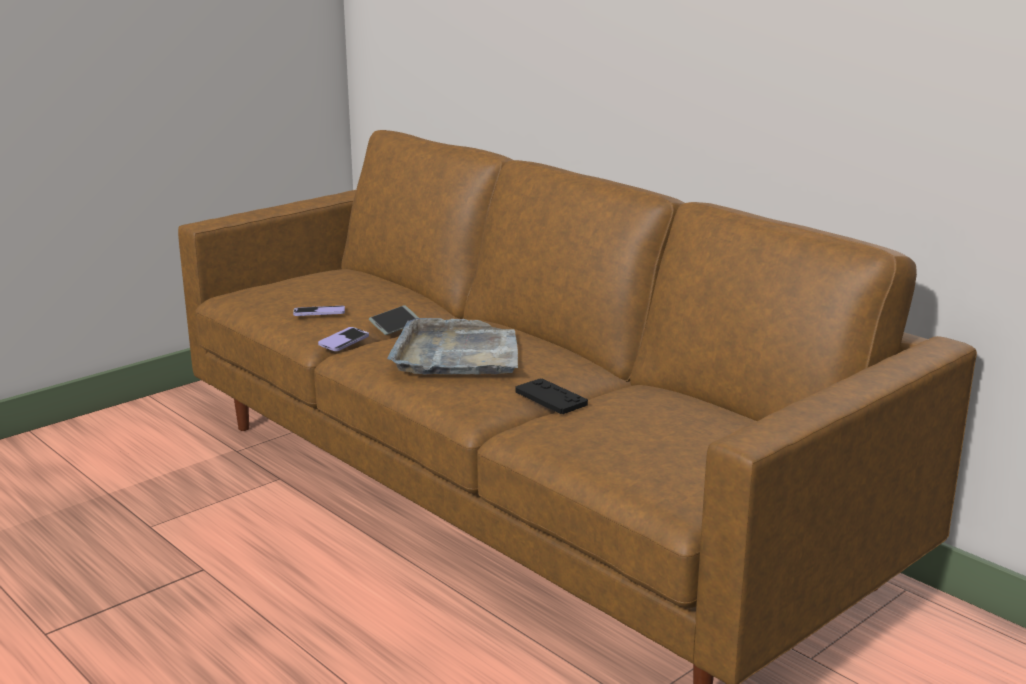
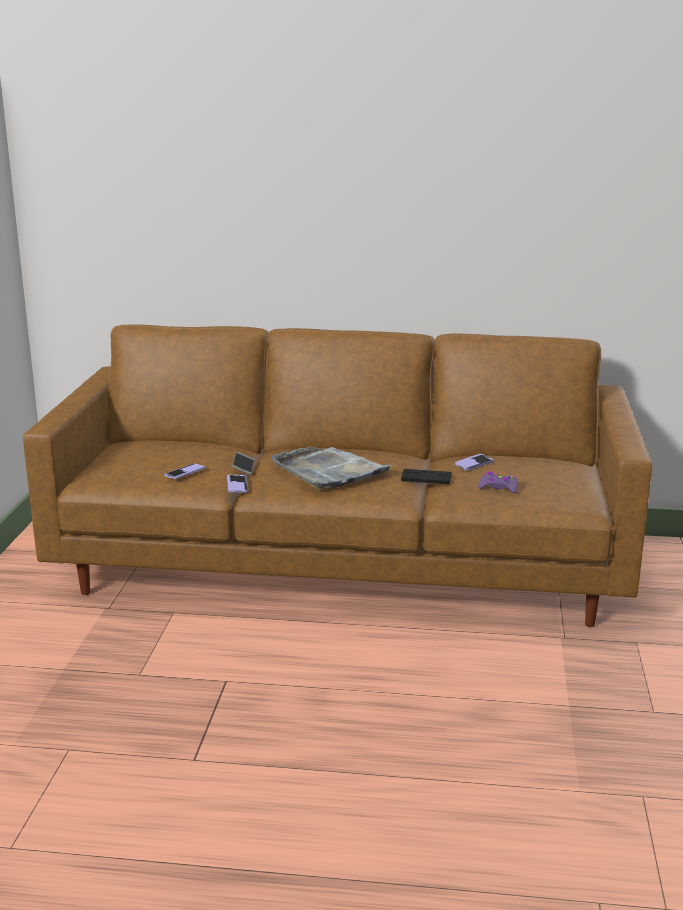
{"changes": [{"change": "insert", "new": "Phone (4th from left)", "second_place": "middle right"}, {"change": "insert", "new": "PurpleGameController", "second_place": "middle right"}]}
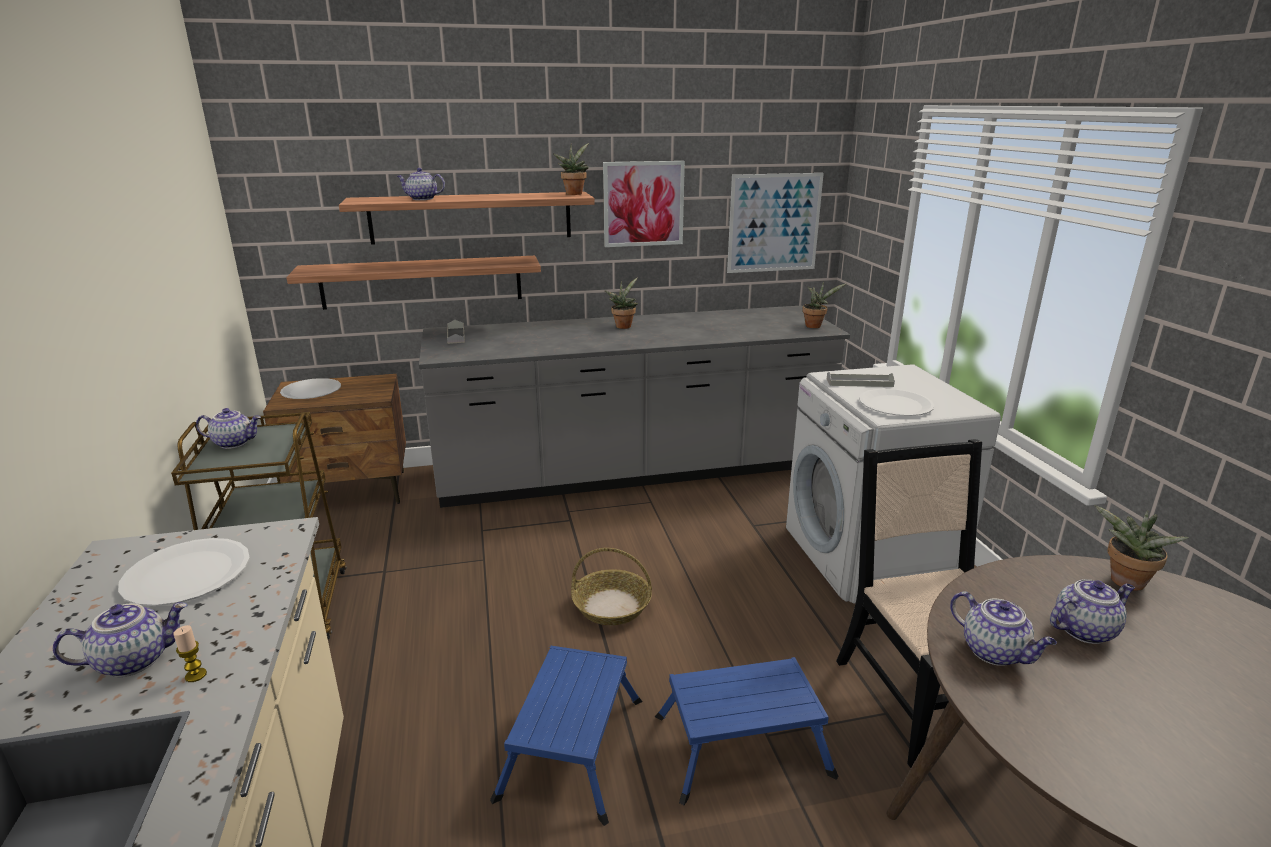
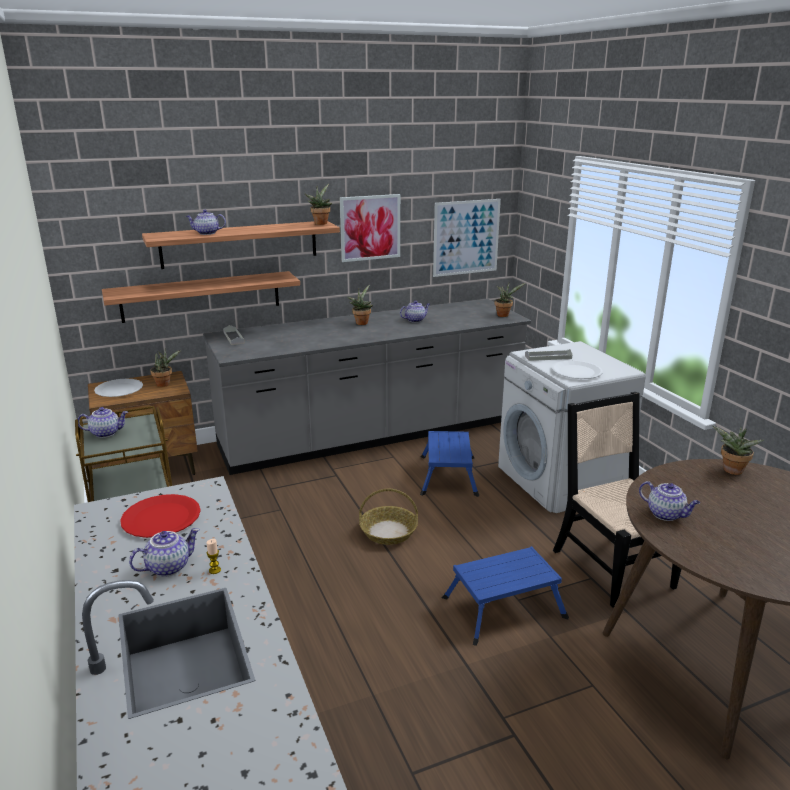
{"changes": [{"change": "insert", "new": "PottedPlant (1st from left)", "second_place": "middle left"}, {"change": "move", "old": "BlueStepLadder (1st from left)", "first_place": "bottom centre", "second_place": "centre"}, {"change": "move", "old": "Teapot (5th from left in the first image)", "new": "Teapot (4th from left)", "first_place": "bottom right", "second_place": "centre"}, {"change": "recolor", "old": "WhitePlate (1st from left)", "new": "RedPlate", "first_place": "bottom left", "second_place": "middle left"}]}
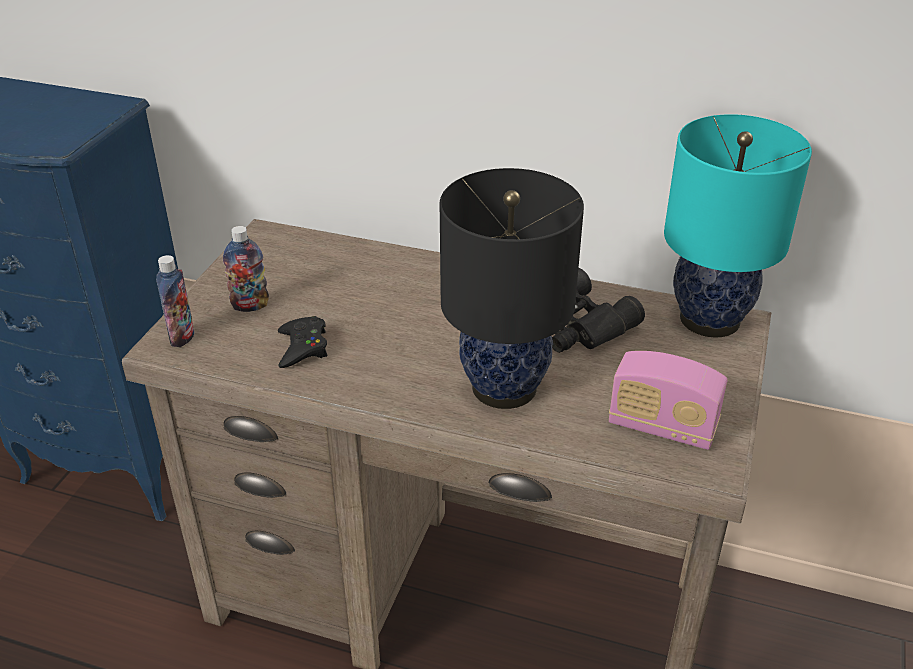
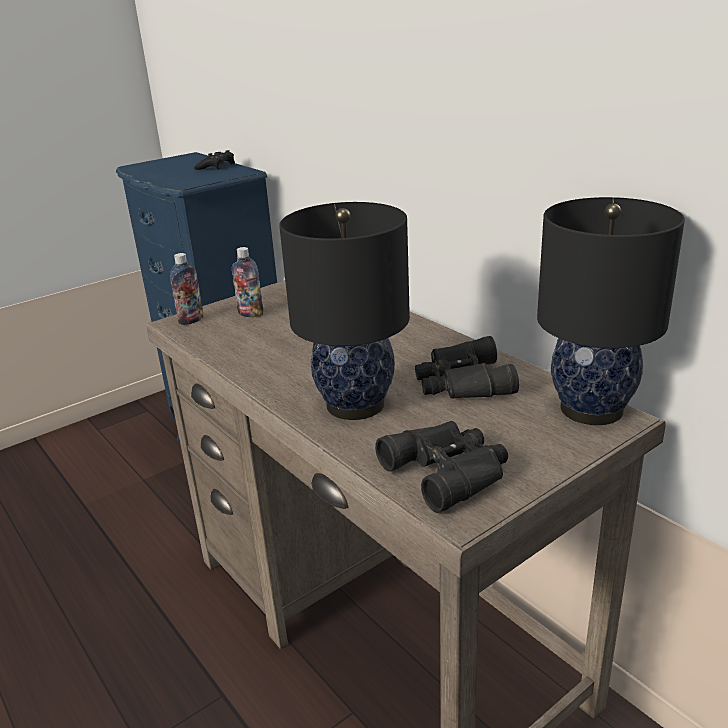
{"changes": [{"change": "move", "old": "BlackGameController", "first_place": "middle left", "second_place": "top left"}, {"change": "replace", "old": "Radio", "new": "BlackBinoculars (1st from left)", "first_place": "middle right", "second_place": "centre"}, {"change": "recolor", "old": "TurquoiseTableLamp", "new": "BlackTableLamp (2nd from left)", "first_place": "middle right", "second_place": "middle right"}]}
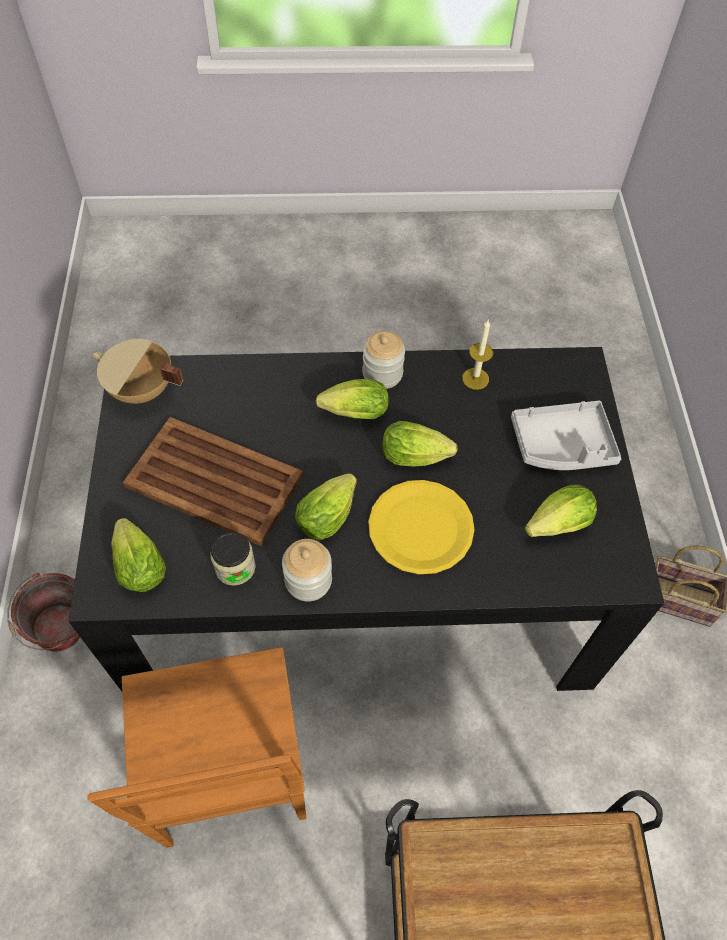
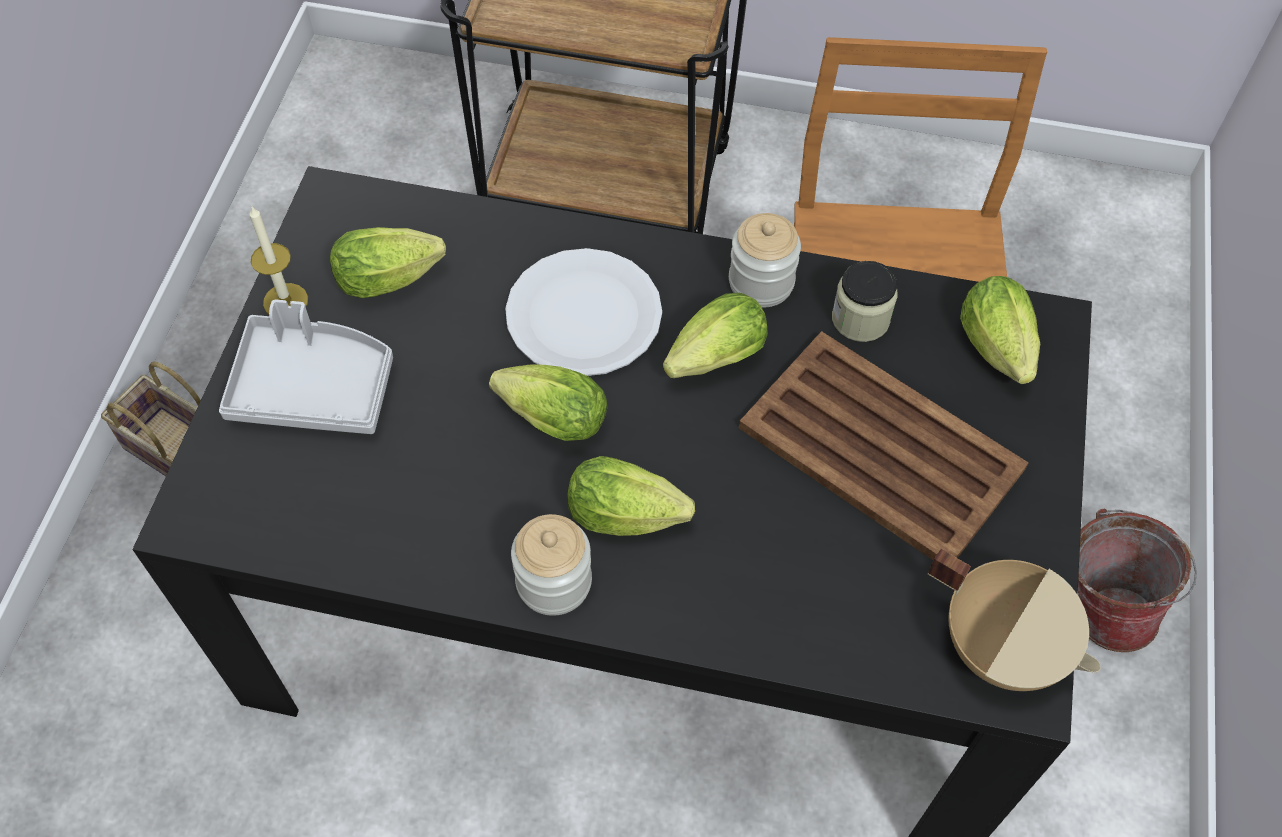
{"changes": [{"change": "move", "old": "Candle", "first_place": "centre", "second_place": "top left"}, {"change": "recolor", "old": "YellowPlate", "new": "WhitePlate", "first_place": "centre", "second_place": "centre"}]}
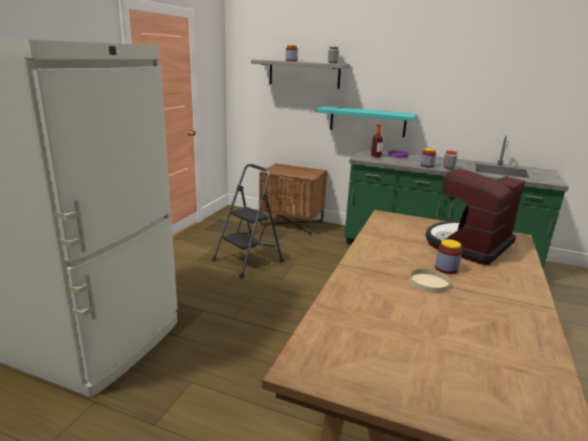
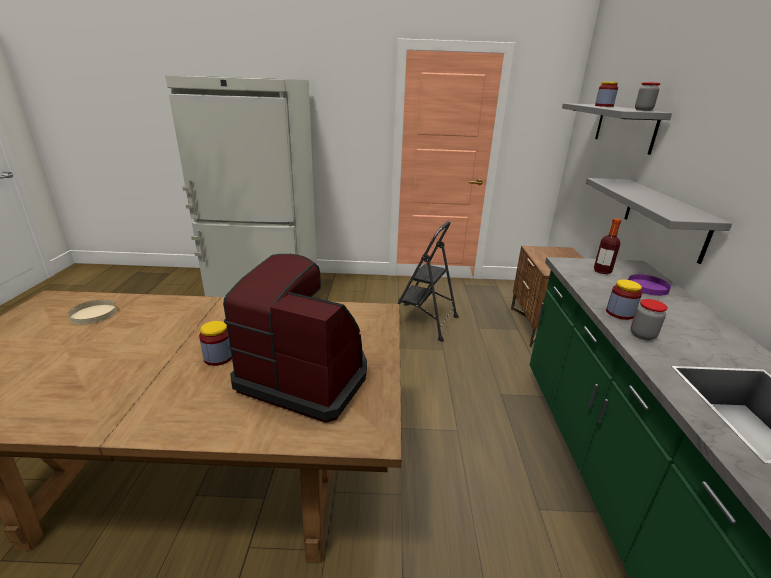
{"changes": [{"change": "move", "old": "BeigePlate", "first_place": "middle right", "second_place": "middle left"}, {"change": "recolor", "old": "TurquoiseShelf", "new": "GreyShelf (2nd from left)", "first_place": "top centre", "second_place": "middle right"}]}
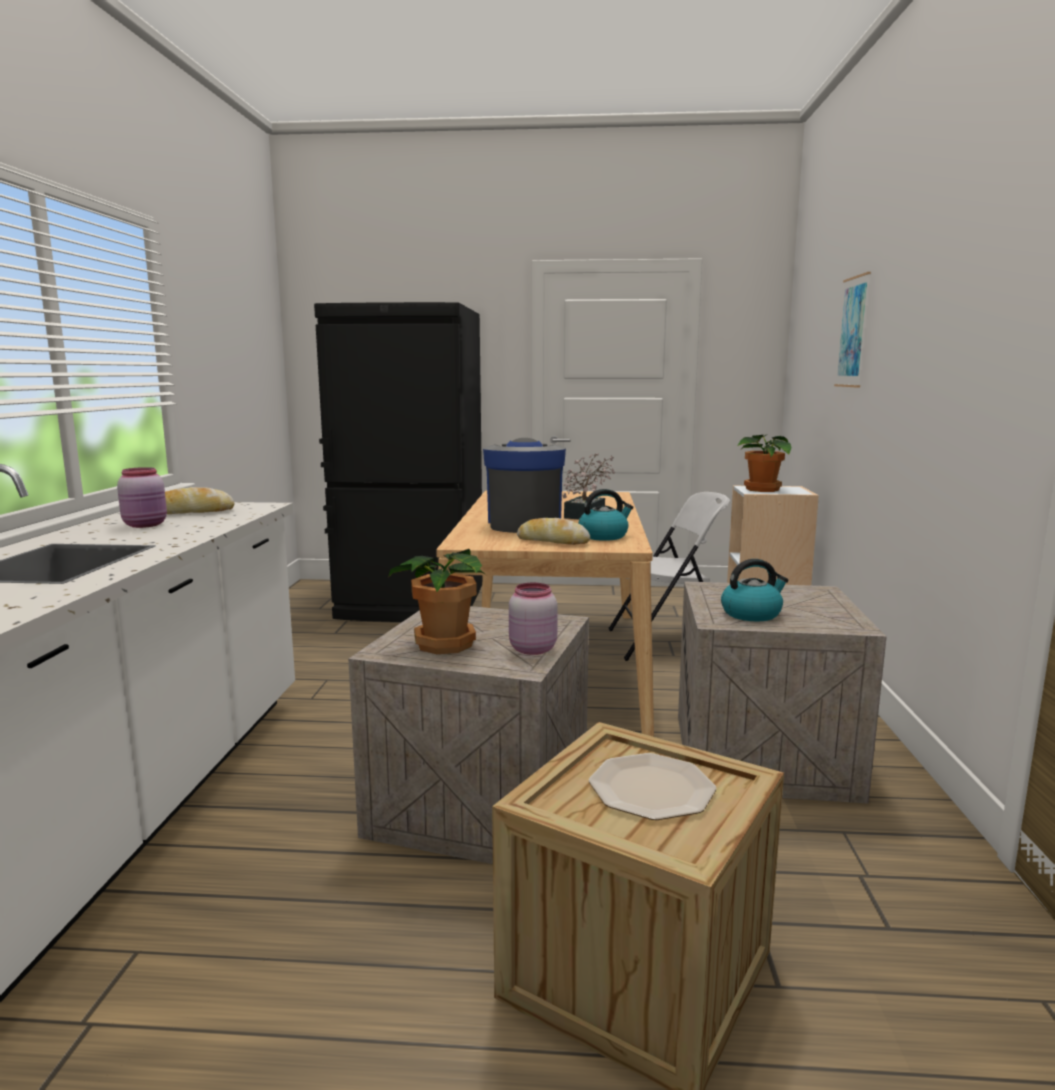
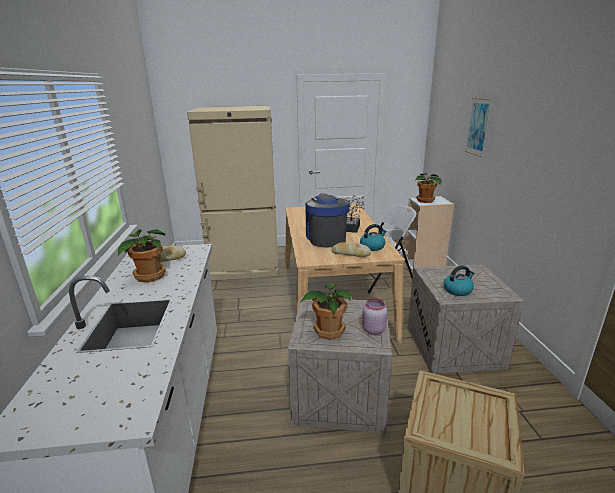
{"changes": [{"change": "delete", "old": "Plate", "first_place": "bottom centre"}, {"change": "replace", "old": "PinkJar (1st from left)", "new": "PottedPlant (1st from left)", "first_place": "middle left", "second_place": "middle left"}, {"change": "recolor", "old": "BlackFridge", "new": "BeigeFridge", "first_place": "centre", "second_place": "centre"}]}
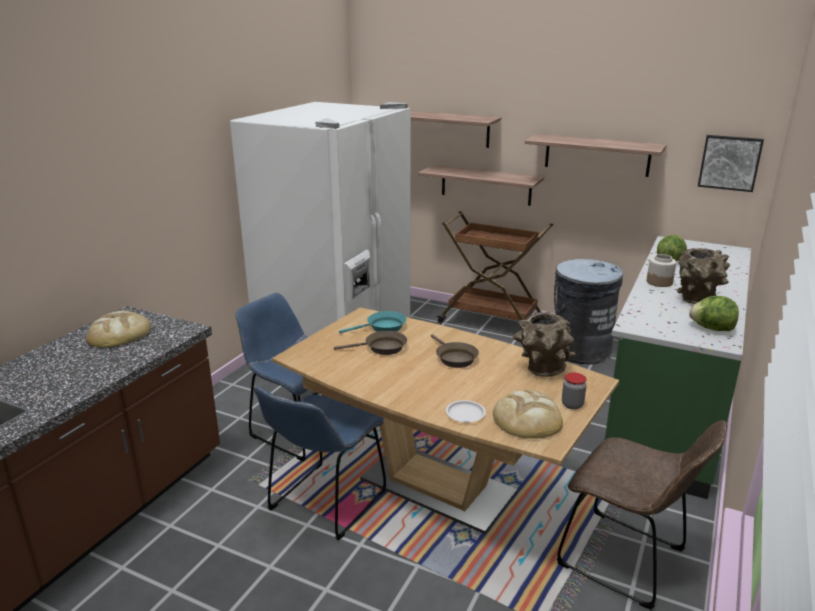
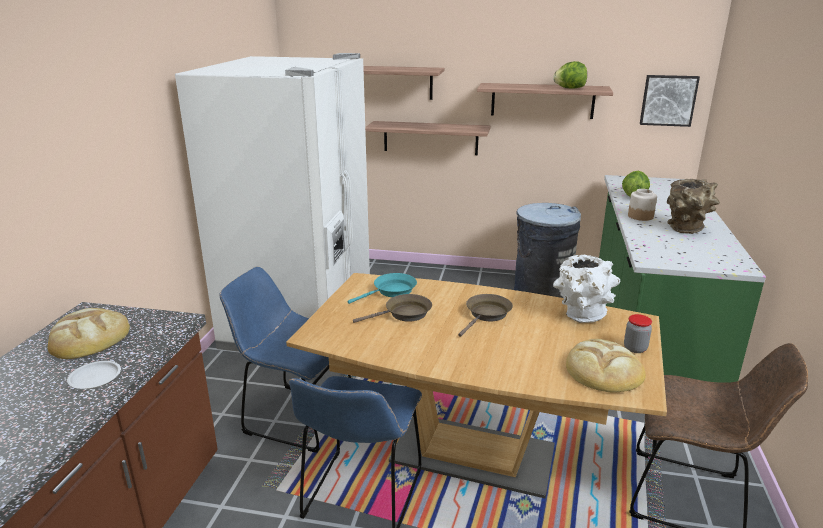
{"changes": [{"change": "delete", "old": "BrownCart", "first_place": "centre"}, {"change": "move", "old": "WhitePlate", "first_place": "bottom centre", "second_place": "bottom left"}, {"change": "move", "old": "Lettuce (2nd from left in the first image)", "new": "Lettuce (1st from left)", "first_place": "middle right", "second_place": "top right"}, {"change": "recolor", "old": "BrownVase (1st from left)", "new": "WhiteVase", "first_place": "middle right", "second_place": "middle right"}, {"change": "rotate", "old": "BrownFryingPan (2nd from left)", "first_place": "centre", "second_place": "centre", "degrees": -105}]}
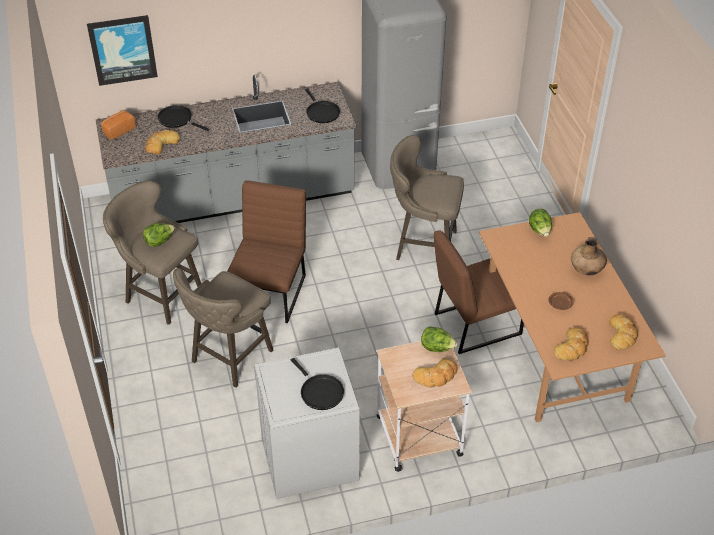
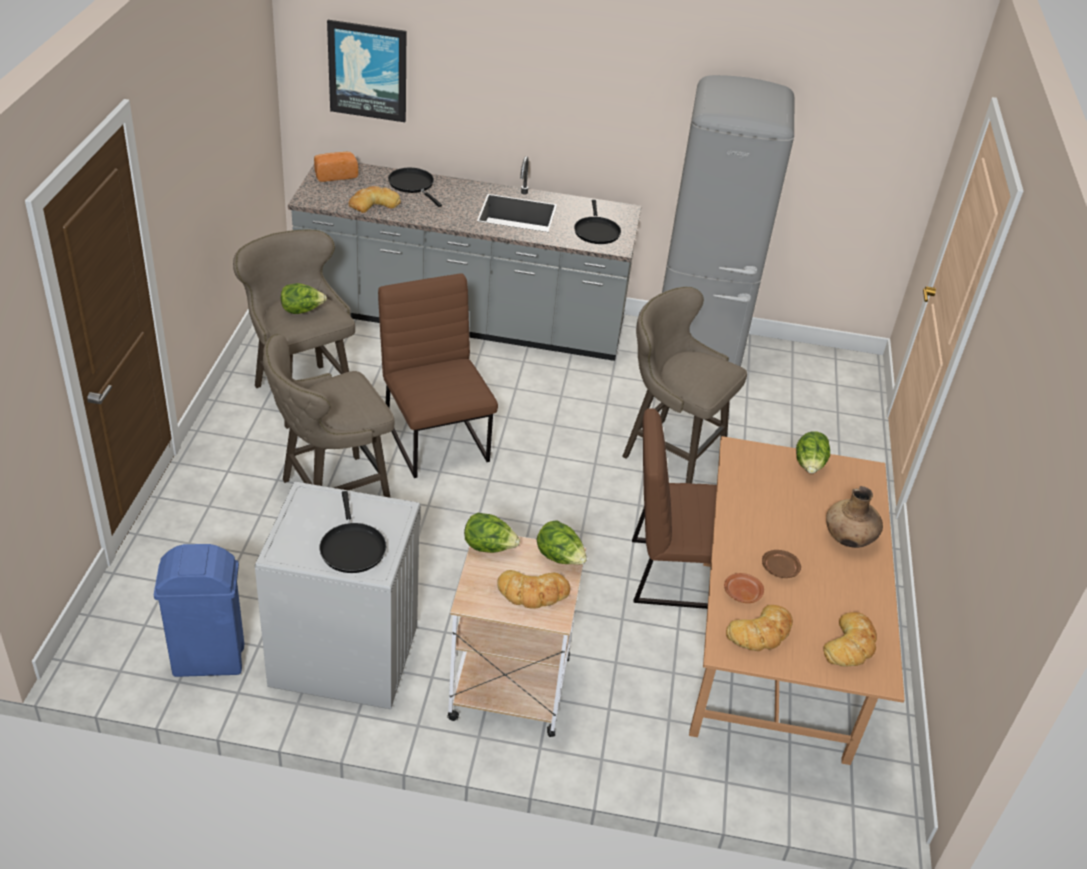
{"changes": [{"change": "insert", "new": "BlueTrashCan", "second_place": "bottom left"}, {"change": "insert", "new": "Lettuce (2nd from left)", "second_place": "centre"}, {"change": "insert", "new": "BrownPlate (1st from left)", "second_place": "bottom right"}, {"change": "rotate", "old": "BrownChair (1st from left)", "first_place": "centre", "second_place": "centre", "degrees": -60}]}
